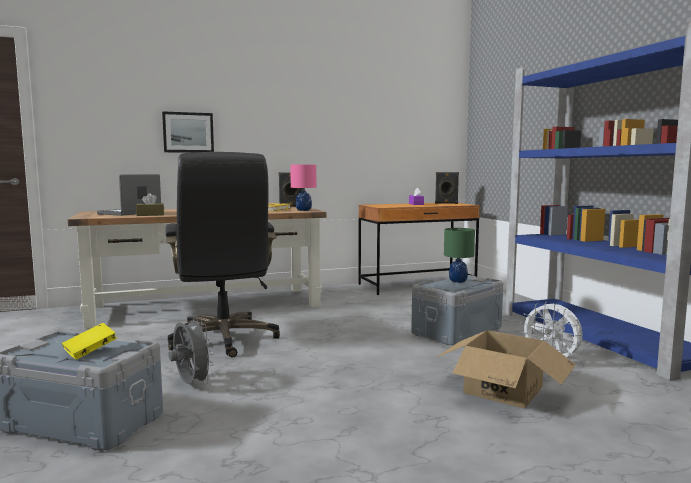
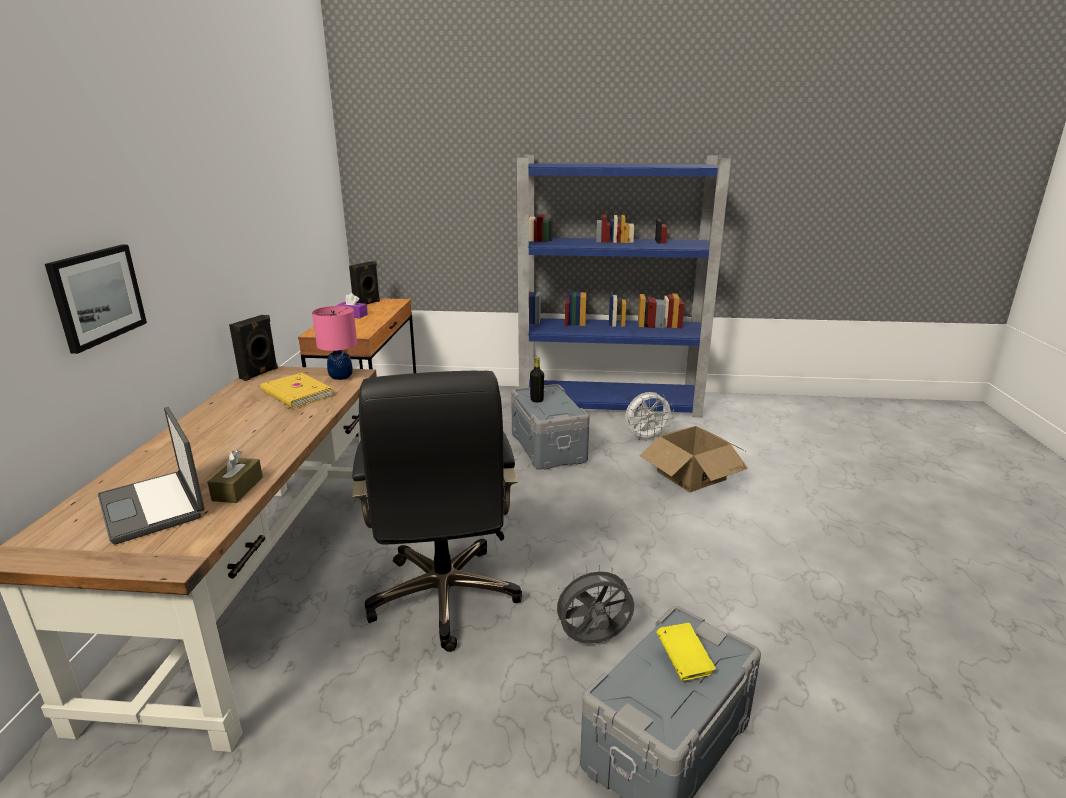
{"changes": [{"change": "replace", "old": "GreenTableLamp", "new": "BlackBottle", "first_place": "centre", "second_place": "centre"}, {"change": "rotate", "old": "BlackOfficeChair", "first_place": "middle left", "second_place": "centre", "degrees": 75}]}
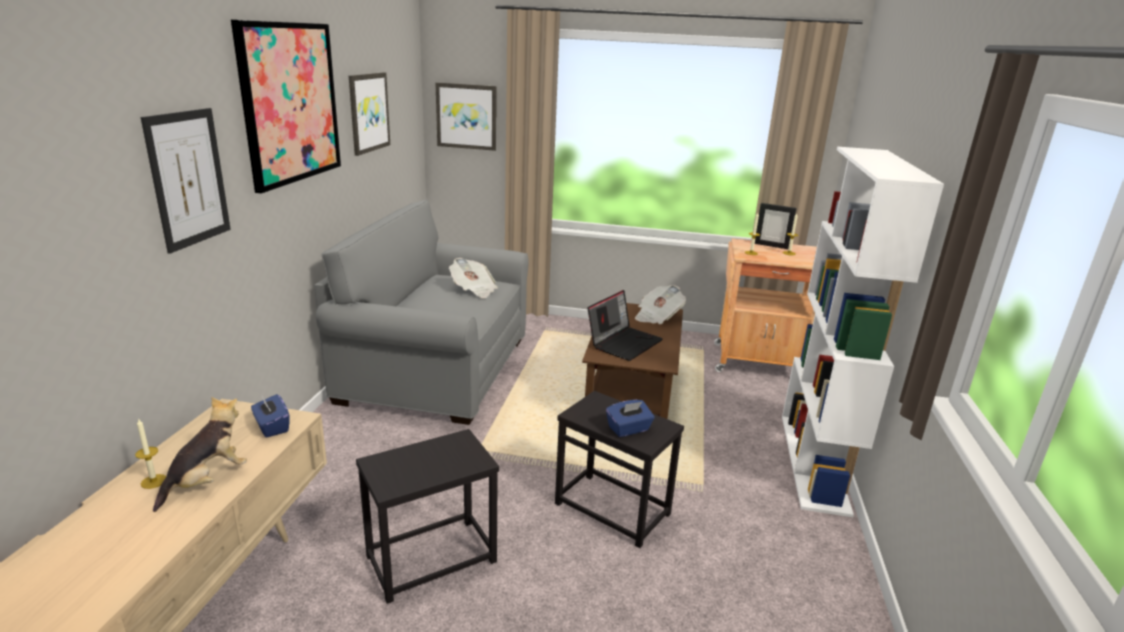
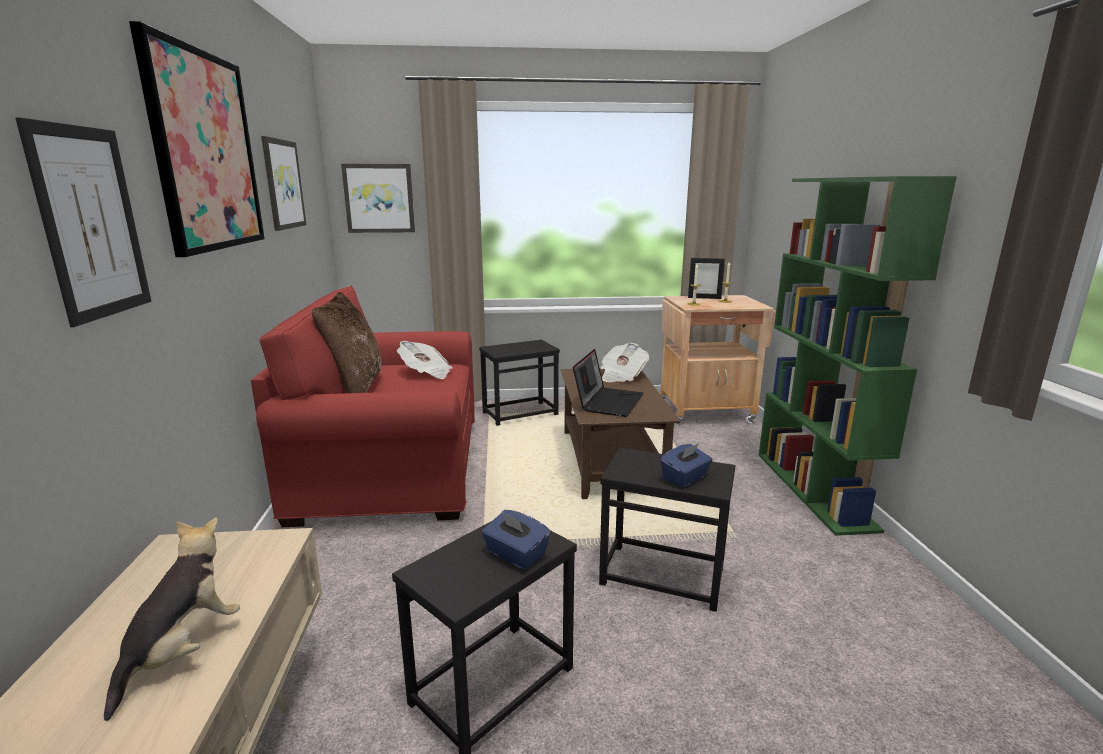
{"changes": [{"change": "delete", "old": "Candle (1st from left)", "first_place": "bottom left"}, {"change": "insert", "new": "BrownPillow", "second_place": "middle left"}, {"change": "insert", "new": "BlackSideTable (2nd from left)", "second_place": "centre"}, {"change": "move", "old": "BlueTissueBox (1st from left)", "first_place": "middle left", "second_place": "bottom centre"}, {"change": "recolor", "old": "GreySofa", "new": "RedSofa", "first_place": "centre", "second_place": "middle left"}, {"change": "recolor", "old": "WhiteBookcase", "new": "GreenBookcase", "first_place": "middle right", "second_place": "middle right"}]}
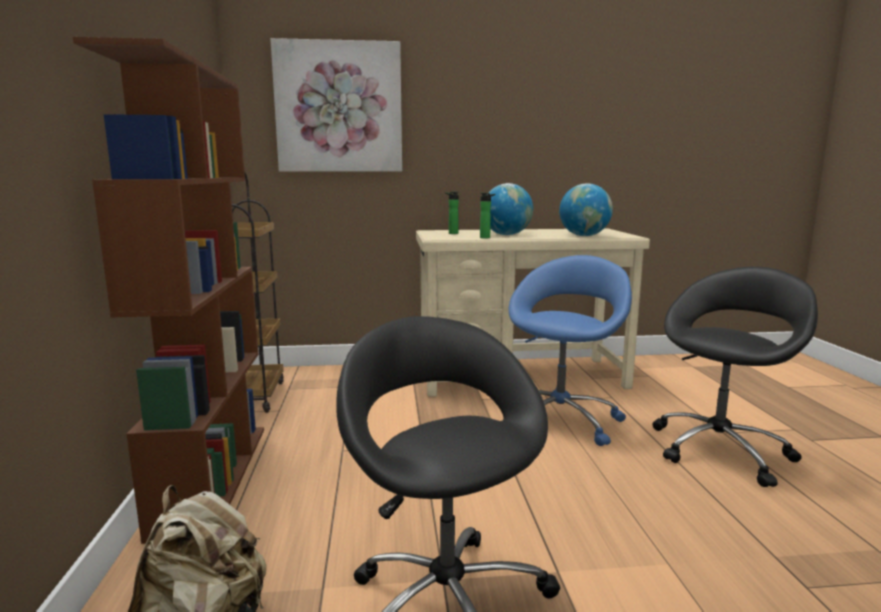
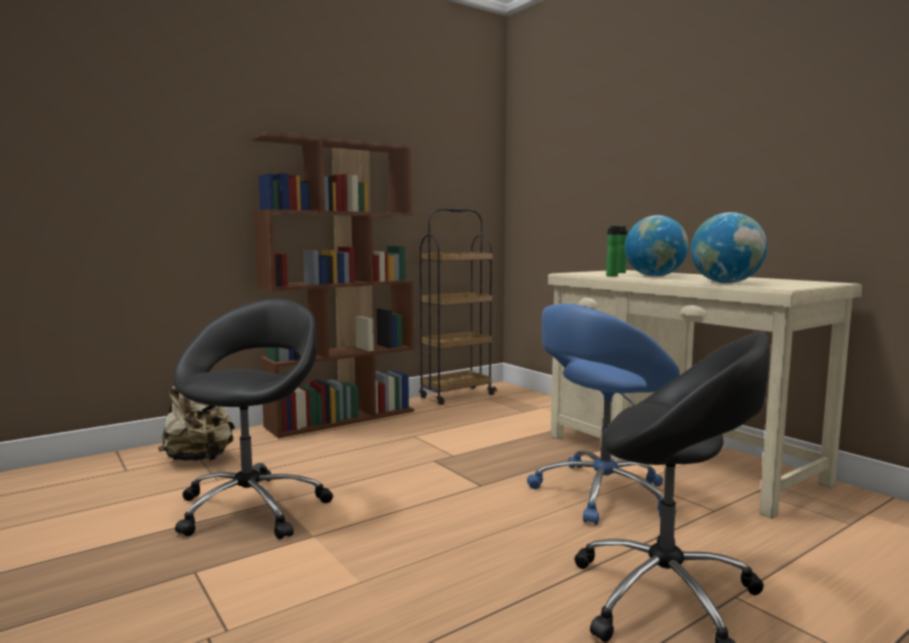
{"changes": [{"change": "delete", "old": "Picture", "first_place": "top centre"}, {"change": "rotate", "old": "BlueOfficeChair", "first_place": "centre", "second_place": "centre", "degrees": 135}]}
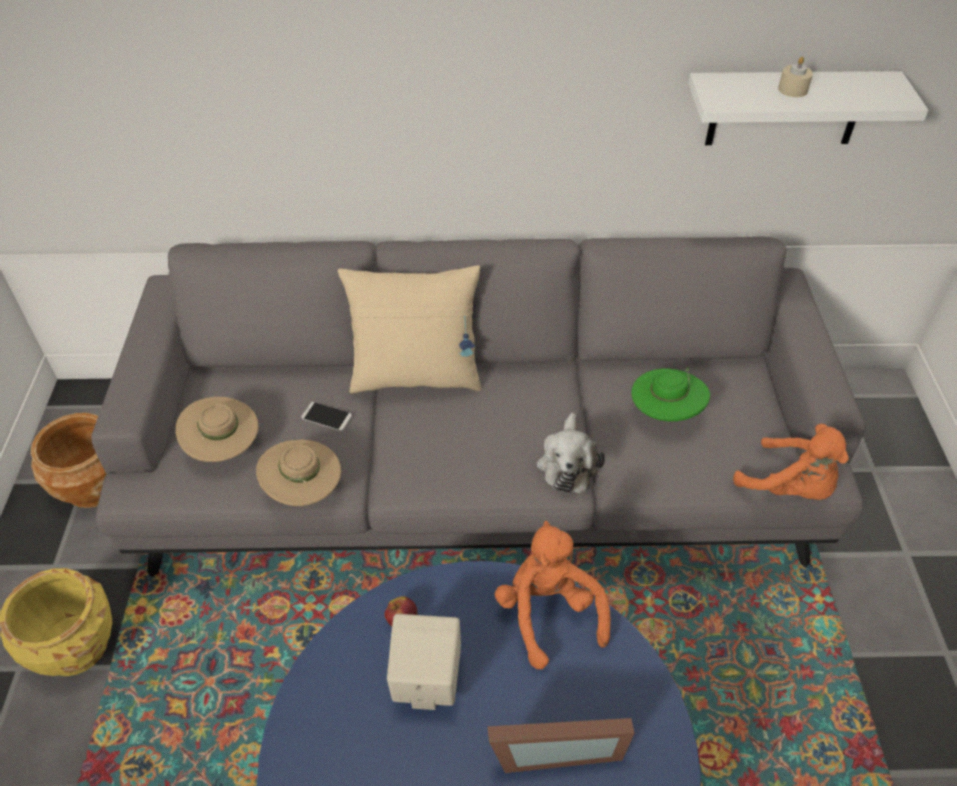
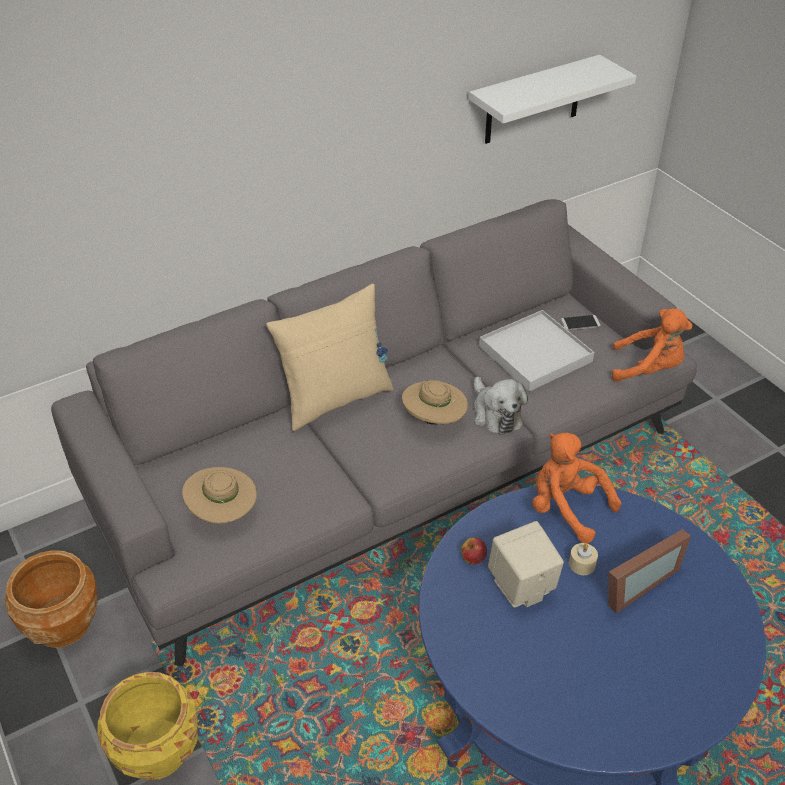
{"changes": [{"change": "move", "old": "BeigeHat (2nd from left)", "first_place": "middle left", "second_place": "centre"}, {"change": "move", "old": "Phone", "first_place": "centre", "second_place": "middle right"}, {"change": "move", "old": "BeigeCandle", "first_place": "top right", "second_place": "bottom right"}, {"change": "replace", "old": "GreenHat", "new": "WhiteTray", "first_place": "middle right", "second_place": "middle right"}]}
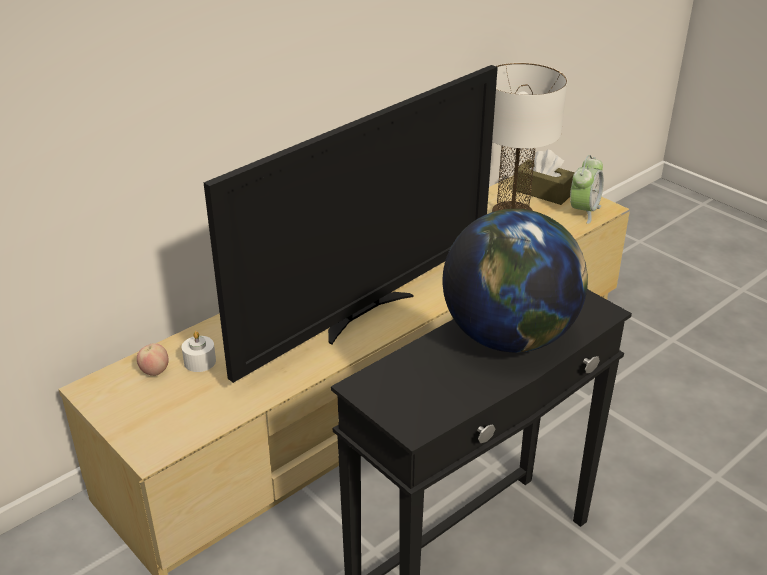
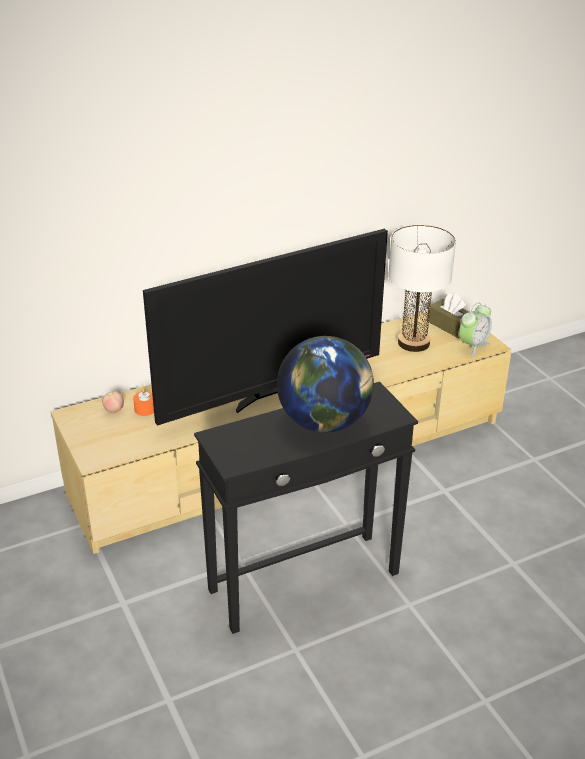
{"changes": [{"change": "recolor", "old": "WhiteCandle", "new": "OrangeCandle", "first_place": "middle left", "second_place": "middle left"}]}
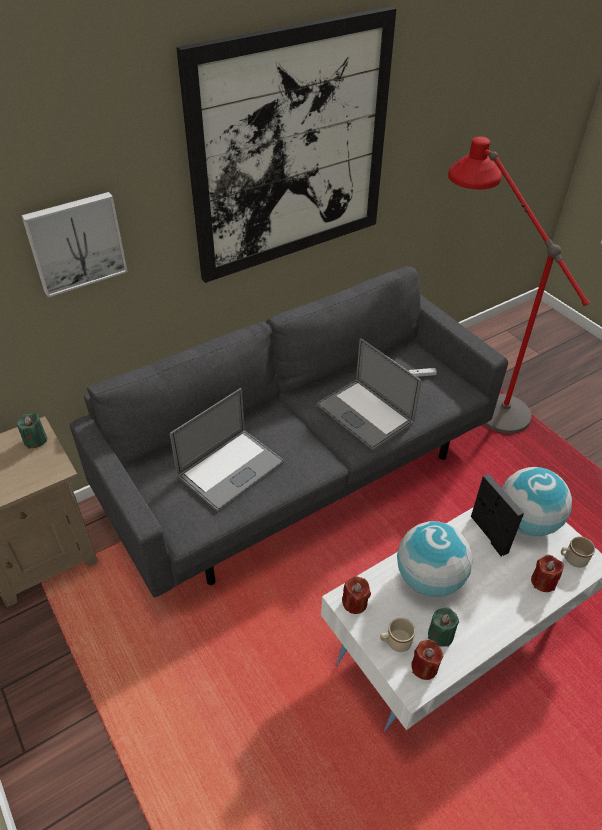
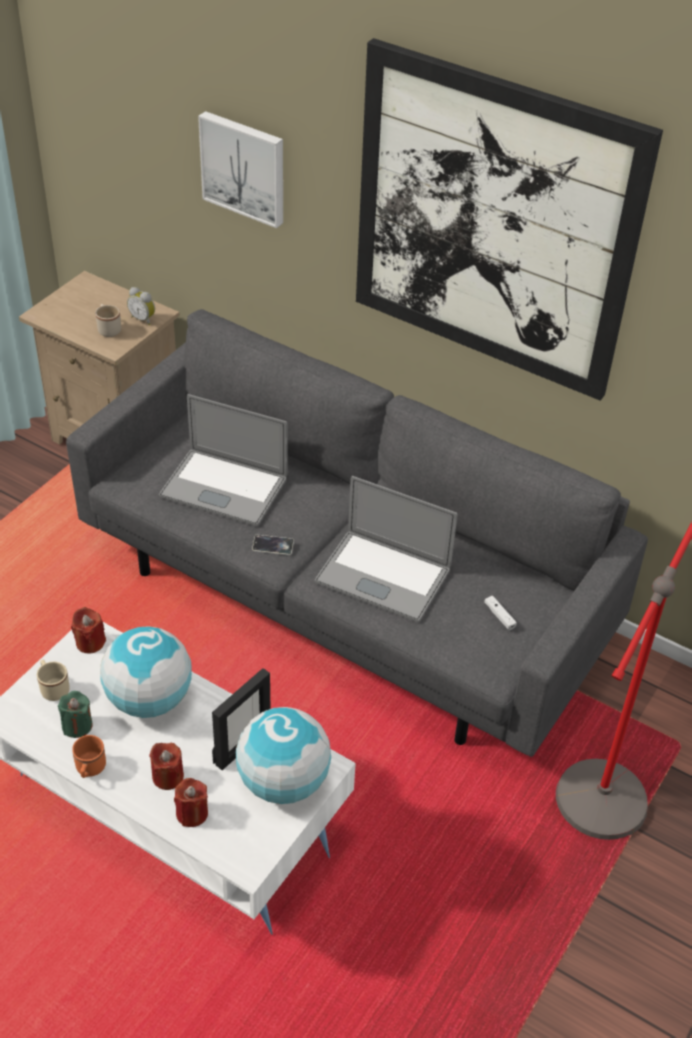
{"changes": [{"change": "insert", "new": "OrangeMug", "second_place": "bottom left"}, {"change": "insert", "new": "Phone", "second_place": "centre"}, {"change": "move", "old": "RedCandle (2nd from left)", "first_place": "bottom right", "second_place": "bottom left"}, {"change": "move", "old": "BeigeMug (2nd from left)", "first_place": "middle right", "second_place": "top left"}, {"change": "replace", "old": "GreenCandle (1st from left)", "new": "AlarmClock", "first_place": "middle left", "second_place": "top left"}, {"change": "rotate", "old": "Laptop (2nd from left)", "first_place": "centre", "second_place": "centre", "degrees": -90}]}
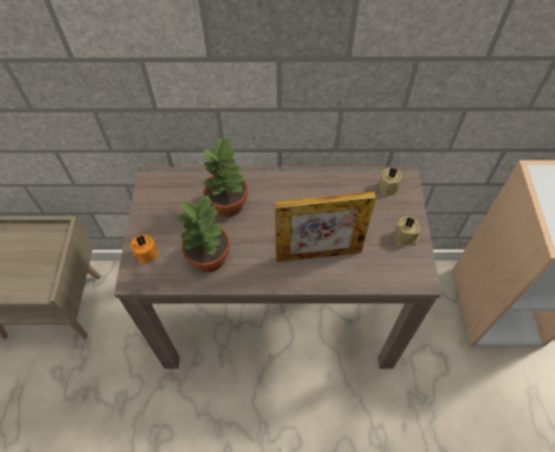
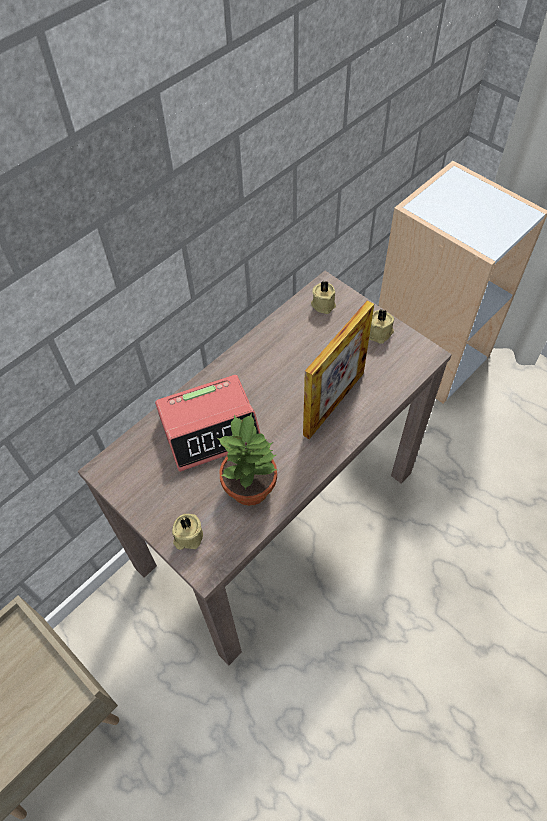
{"changes": [{"change": "replace", "old": "PottedPlant (2nd from left)", "new": "AlarmClock", "first_place": "centre", "second_place": "centre"}, {"change": "recolor", "old": "OrangeCandle", "new": "BeigeCandle (1st from left)", "first_place": "middle left", "second_place": "centre"}]}
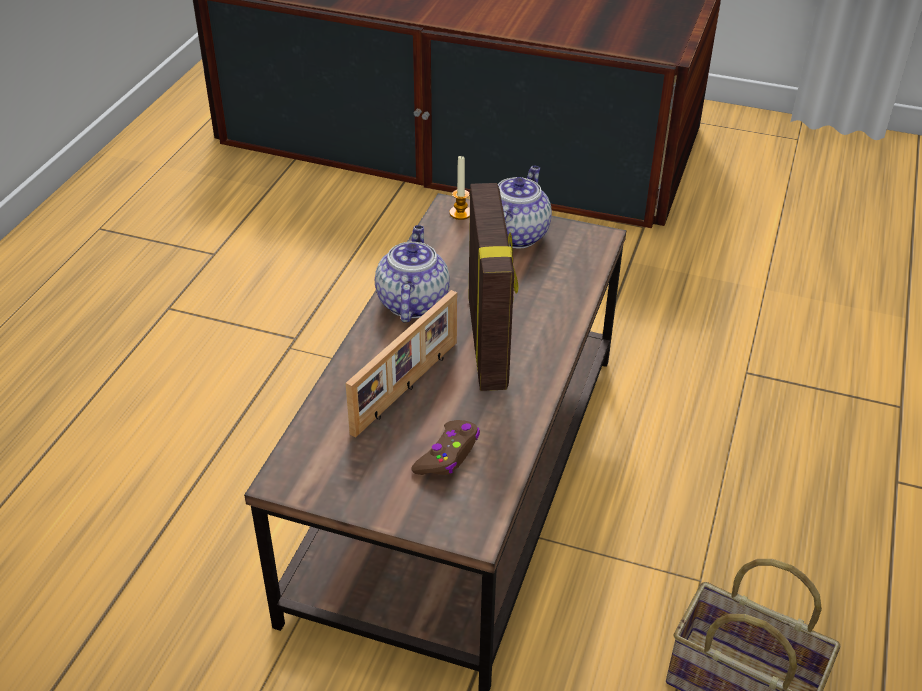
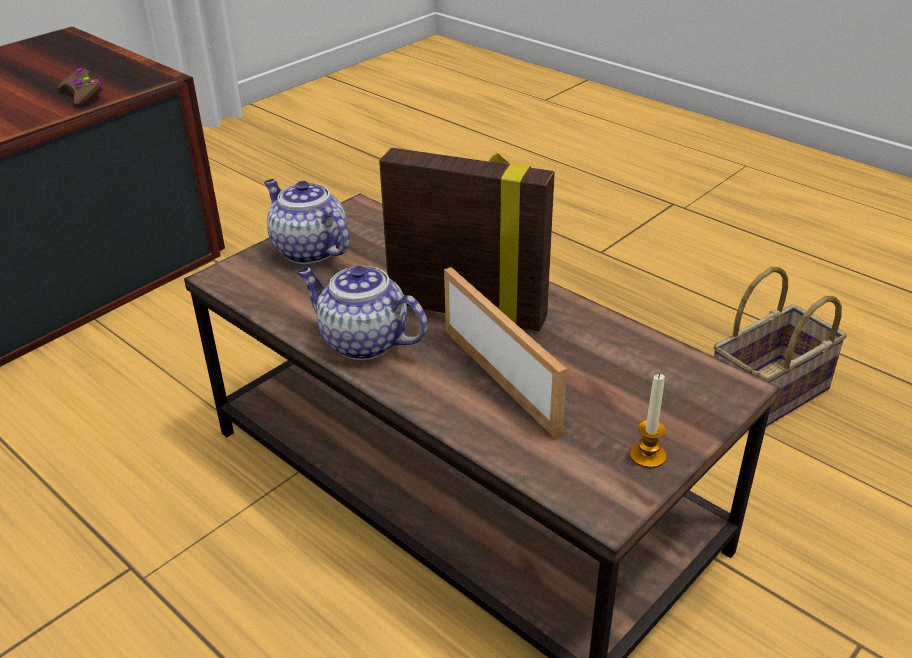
{"changes": [{"change": "move", "old": "BrownGameController", "first_place": "centre", "second_place": "top left"}, {"change": "move", "old": "Candle", "first_place": "top centre", "second_place": "middle right"}]}
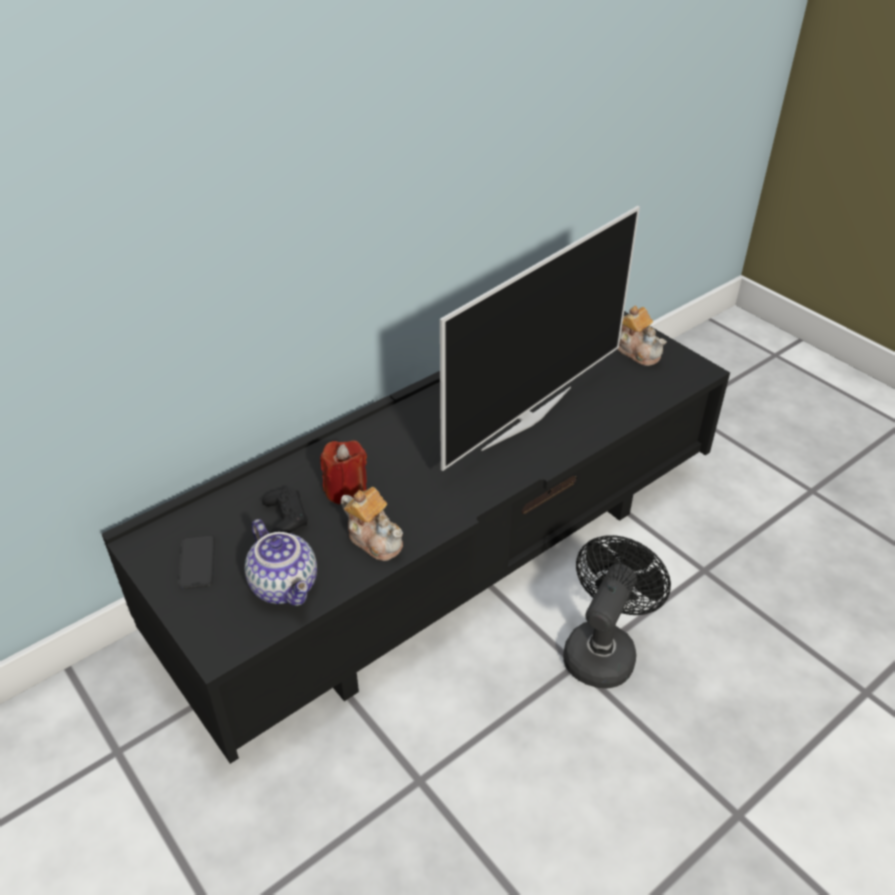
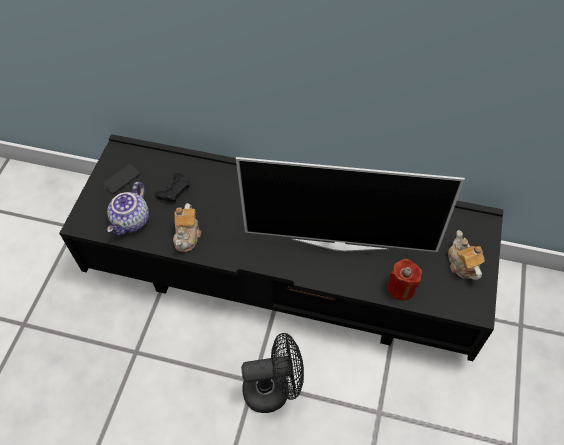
{"changes": [{"change": "move", "old": "RedCandle", "first_place": "centre", "second_place": "middle right"}, {"change": "rotate", "old": "Teapot (3rd from left)", "first_place": "middle right", "second_place": "middle right", "degrees": 150}]}
